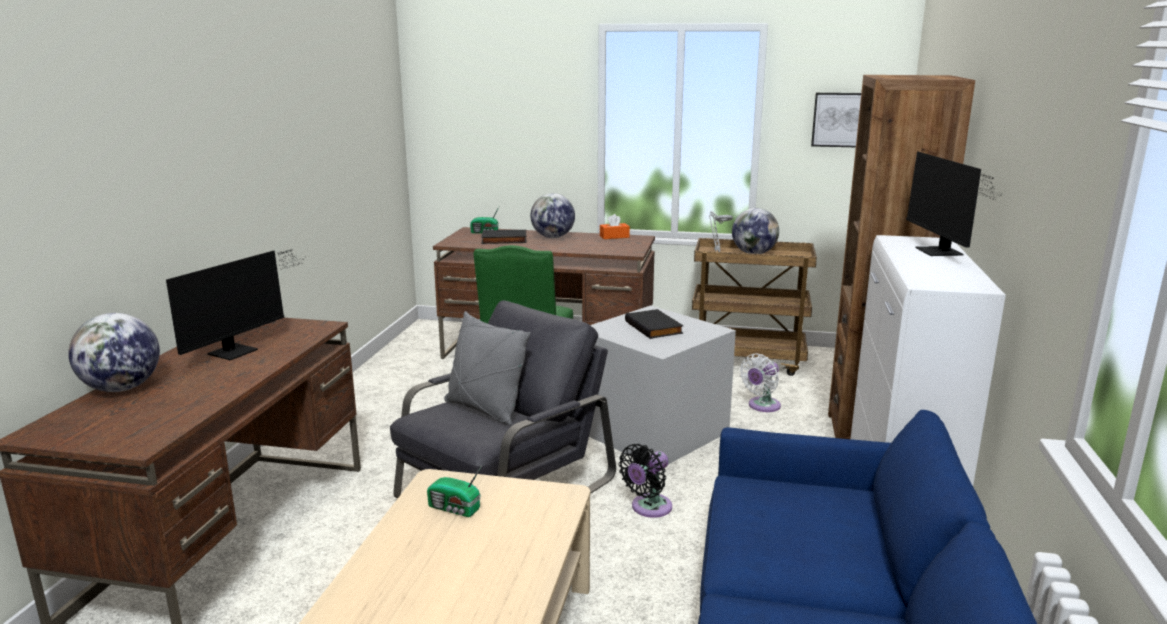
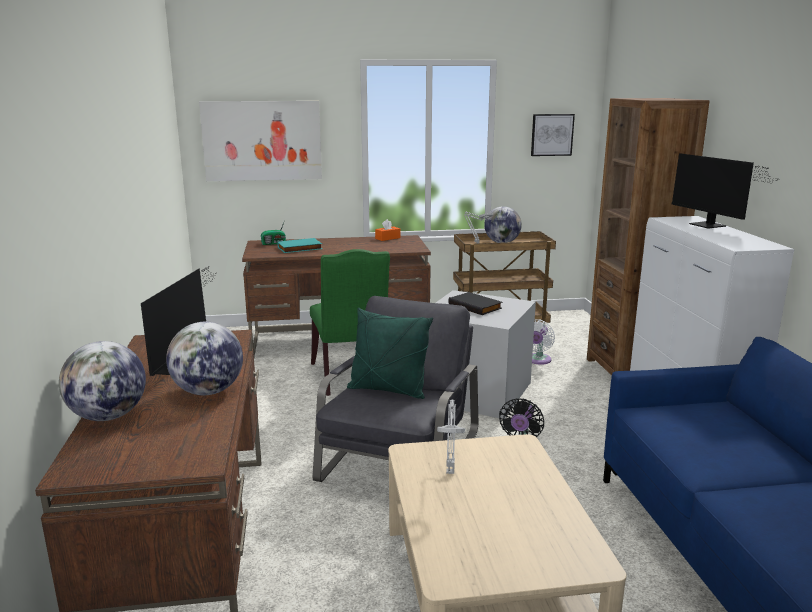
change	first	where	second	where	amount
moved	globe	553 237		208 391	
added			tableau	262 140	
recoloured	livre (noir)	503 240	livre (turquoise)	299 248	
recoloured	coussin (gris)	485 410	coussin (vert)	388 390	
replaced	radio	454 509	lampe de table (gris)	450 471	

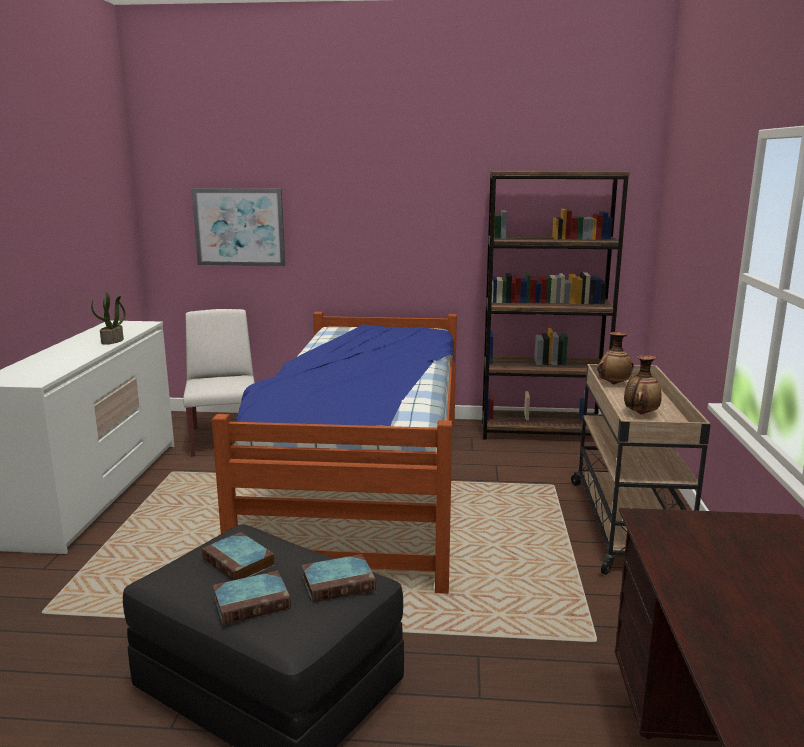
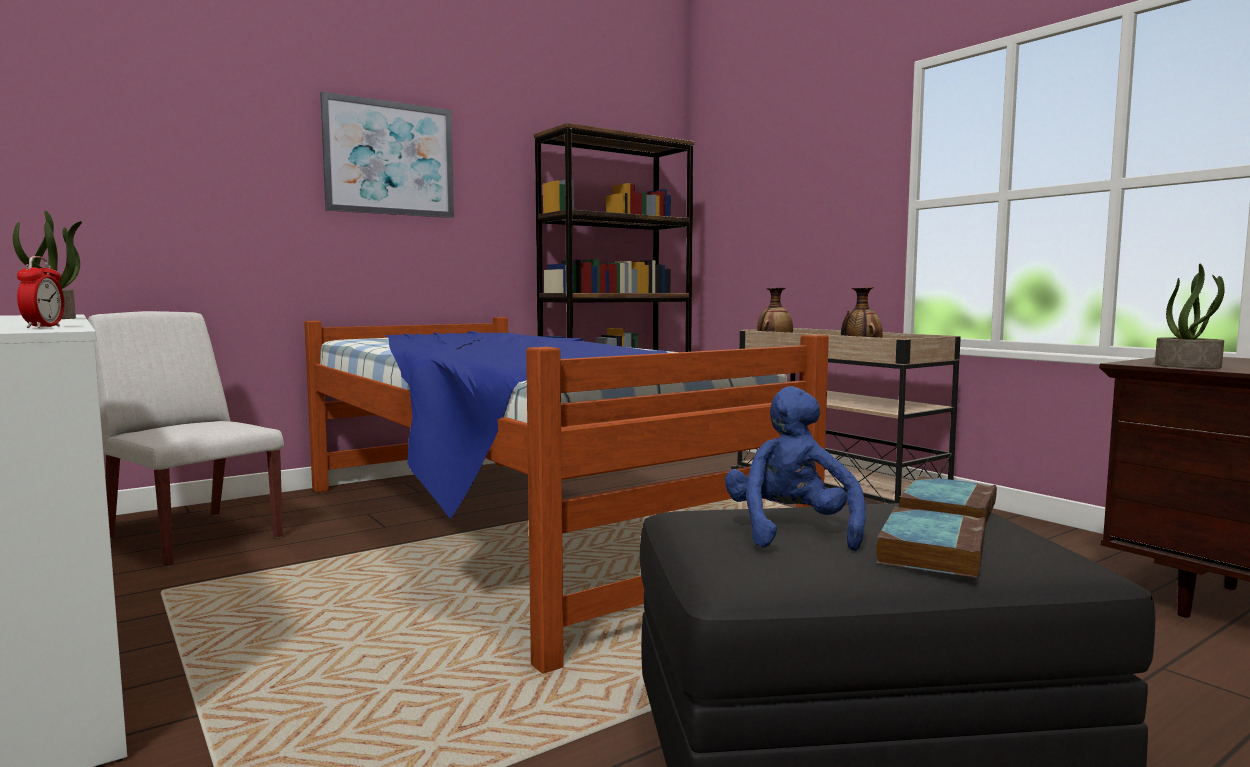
change	first	where	second	where	amount
added			réveil	43 327	
moved	tableau	239 227		389 158	
replaced	livre	240 562	peluche (bleu)	790 531	
added			plante en pot	1188 366	

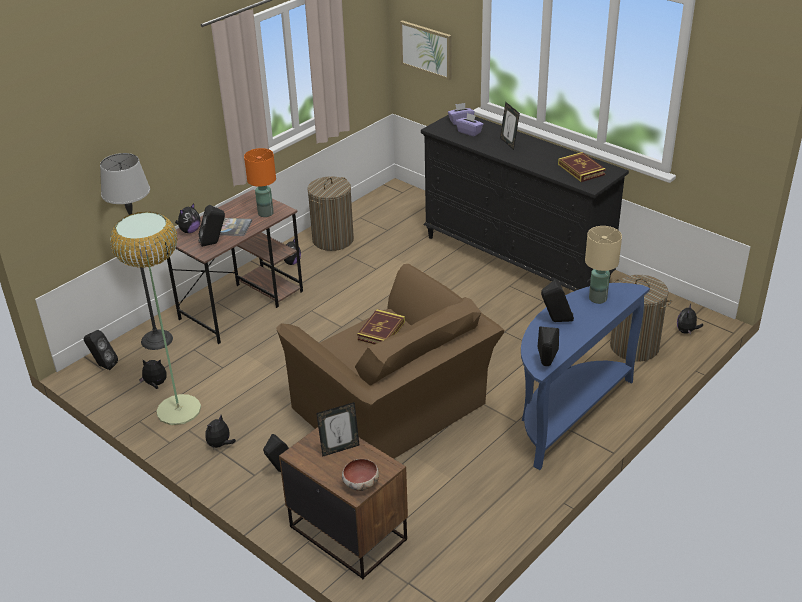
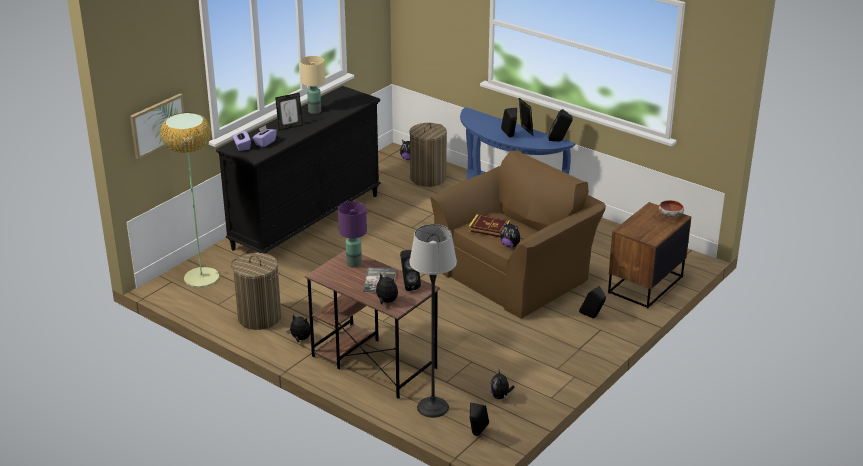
change	first	where	second	where	amount
moved	lampadaire	179 410		201 277	
moved	lampe de table (beige)	598 298		314 111	
recoloured	lampe de table (orange)	266 213	lampe de table (violet)	354 263	
moved	peluche	220 445		510 245	
moved	cadre photo	340 448		525 131	
removed	livre	581 169			

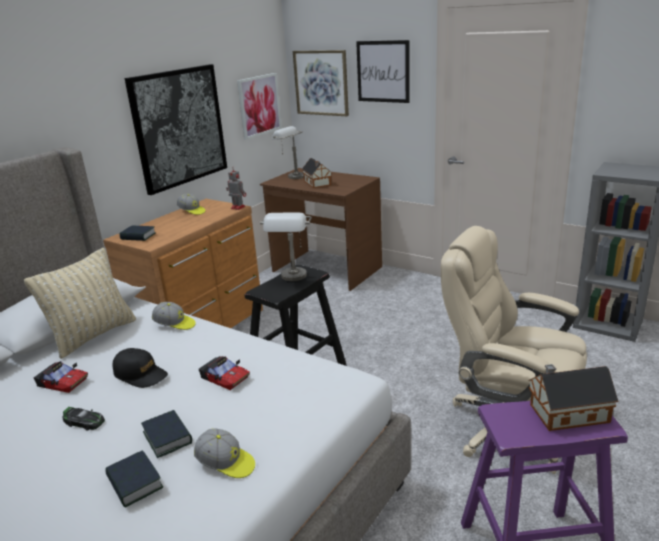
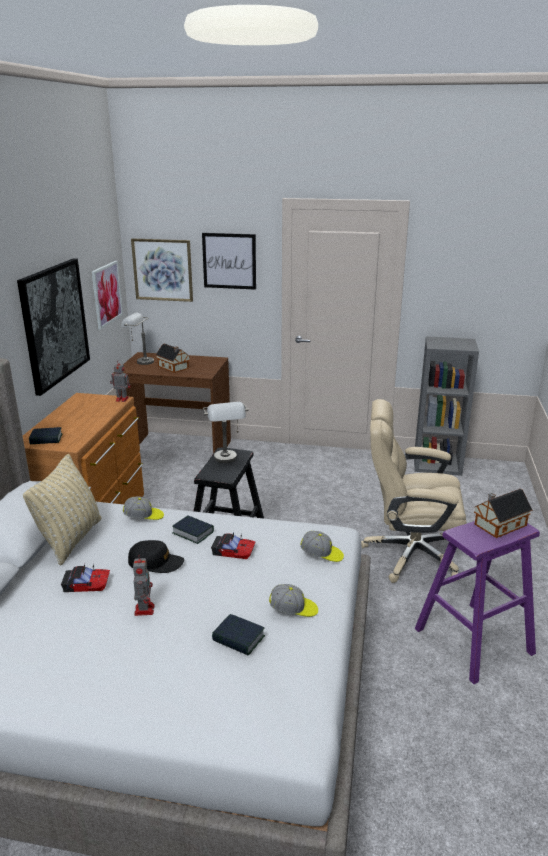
change	first	where	second	where	amount
replaced	petite voiture	84 422	robot jouet	144 609	
moved	livre	167 437		193 532	
moved	casquette	192 211		322 554	

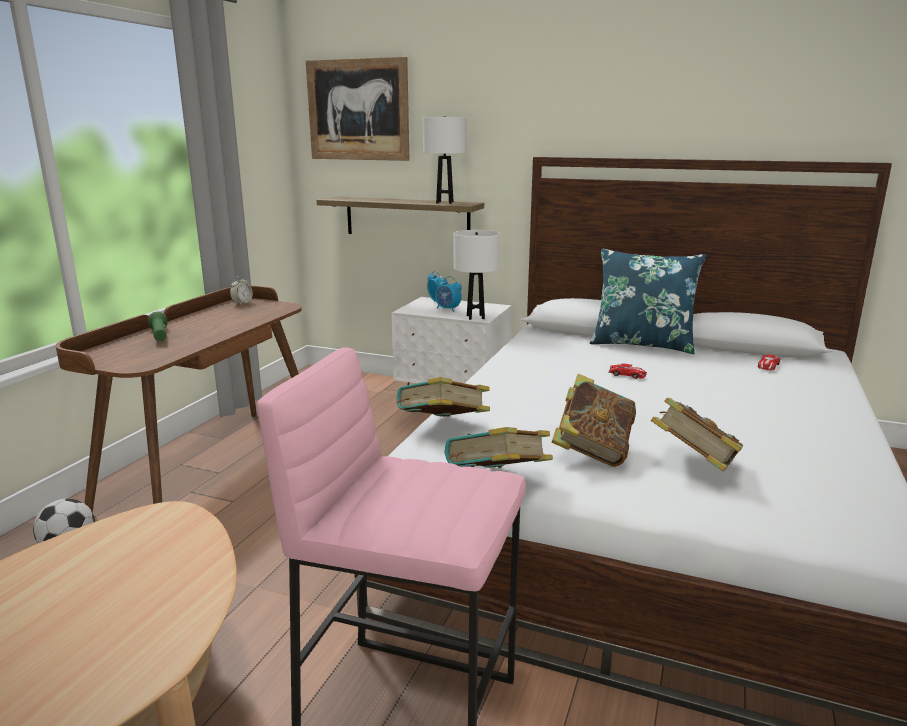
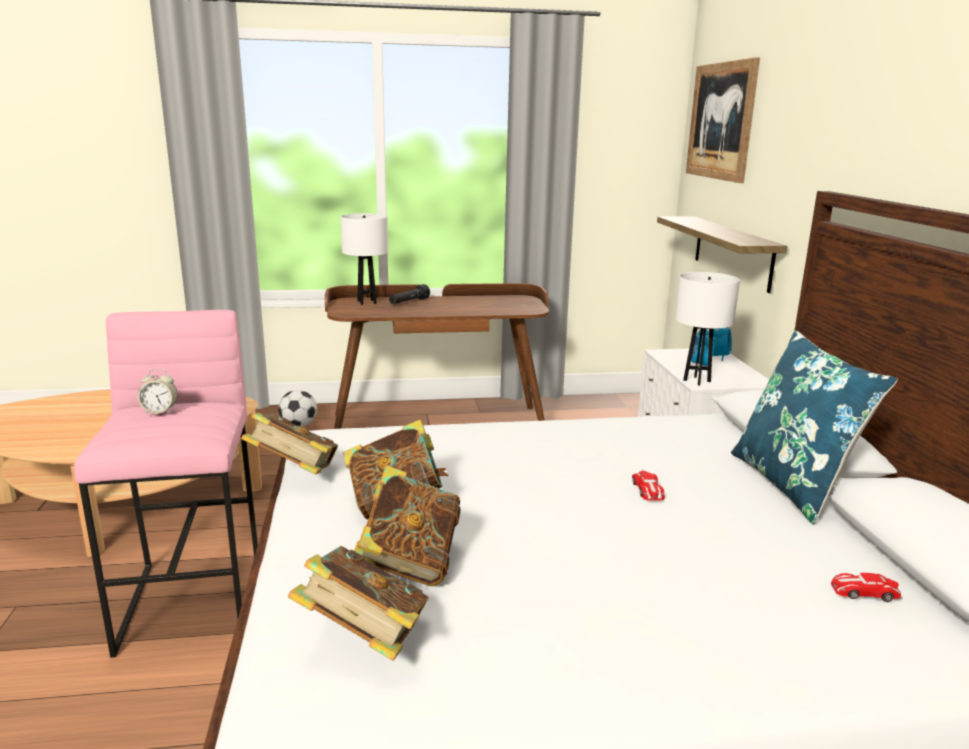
change	first	where	second	where	amount
moved	réveil	242 303		160 411	
moved	livre	442 428		364 639	
moved	lampe de table (blanc)	444 202		366 302	
recoloured	lampe de poche (vert)	160 336	lampe de poche (noir)	409 302	

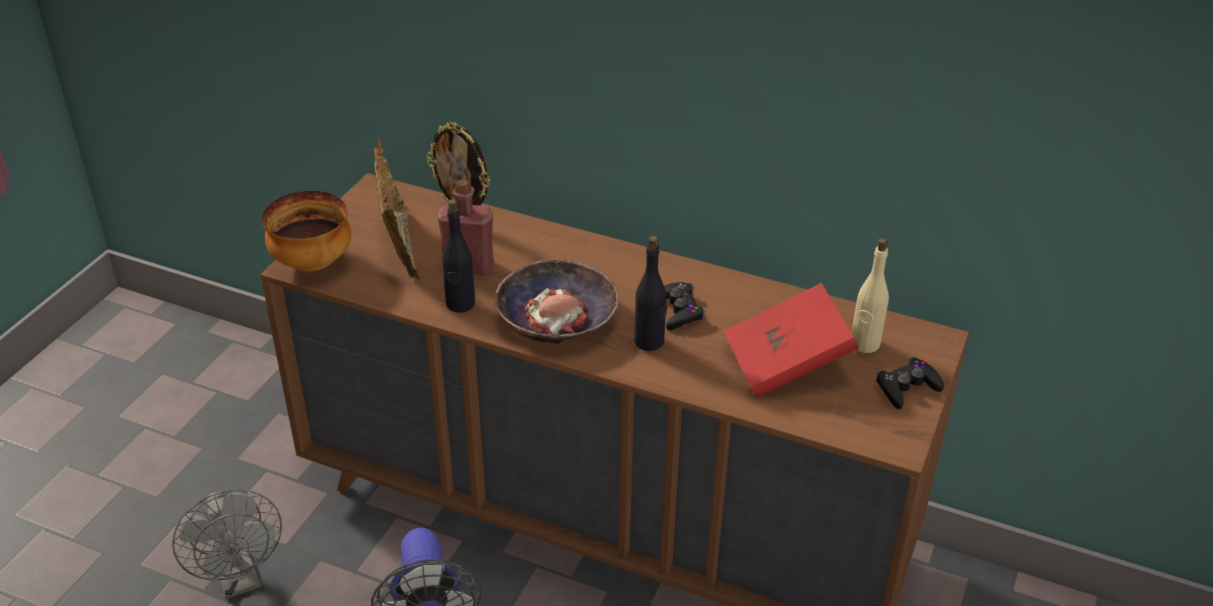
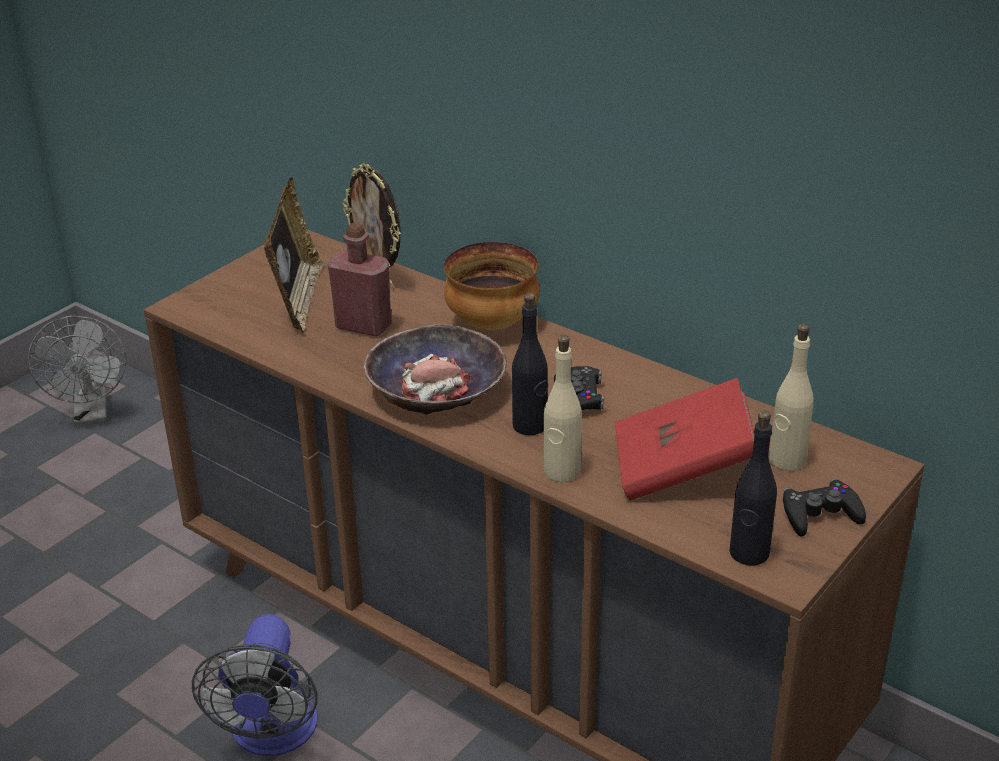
change	first	where	second	where	amount
moved	ventilateur (gris)	240 580		92 414	
moved	bol	312 262		491 323	
added			bouteille (beige)	561 471	
moved	bouteille (noir)	460 304		749 553	

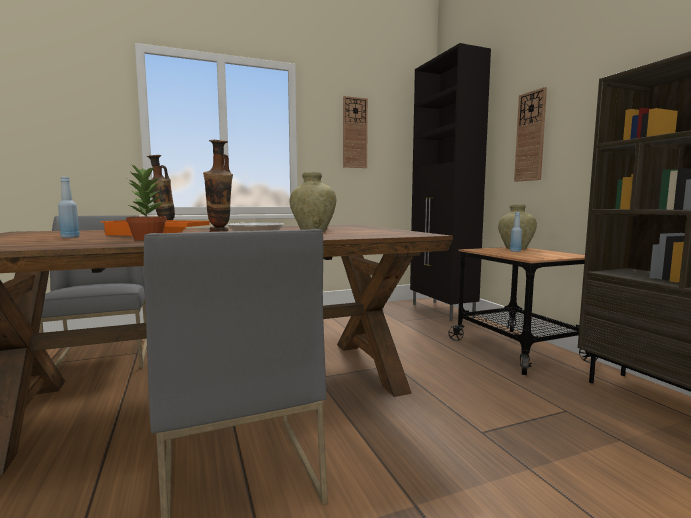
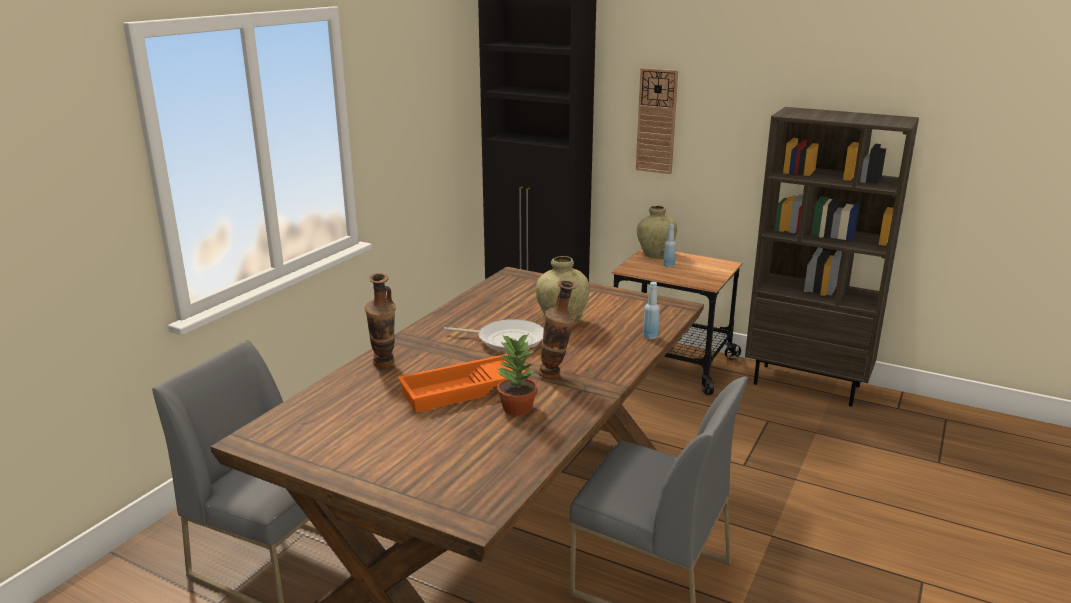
change	first	where	second	where	amount
moved	bouteille (bleu)	70 237		650 337	
removed	horloge murale	355 133			

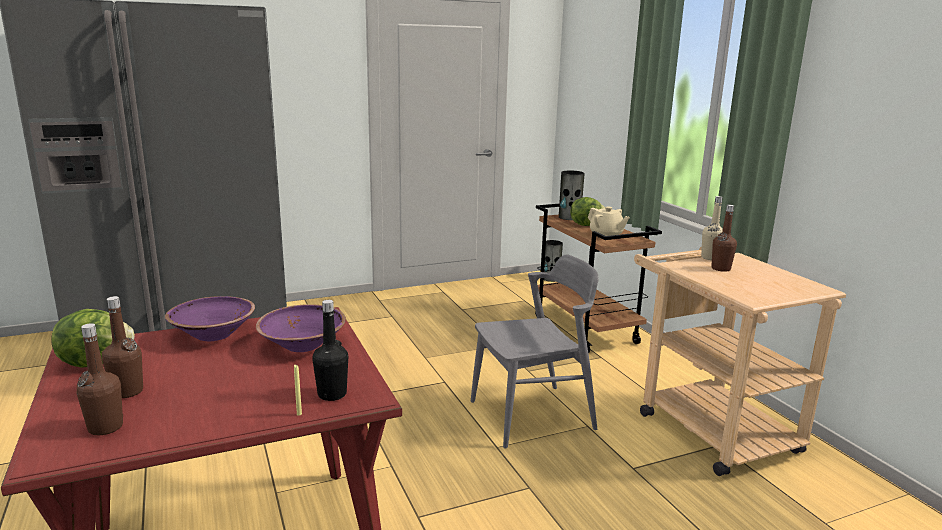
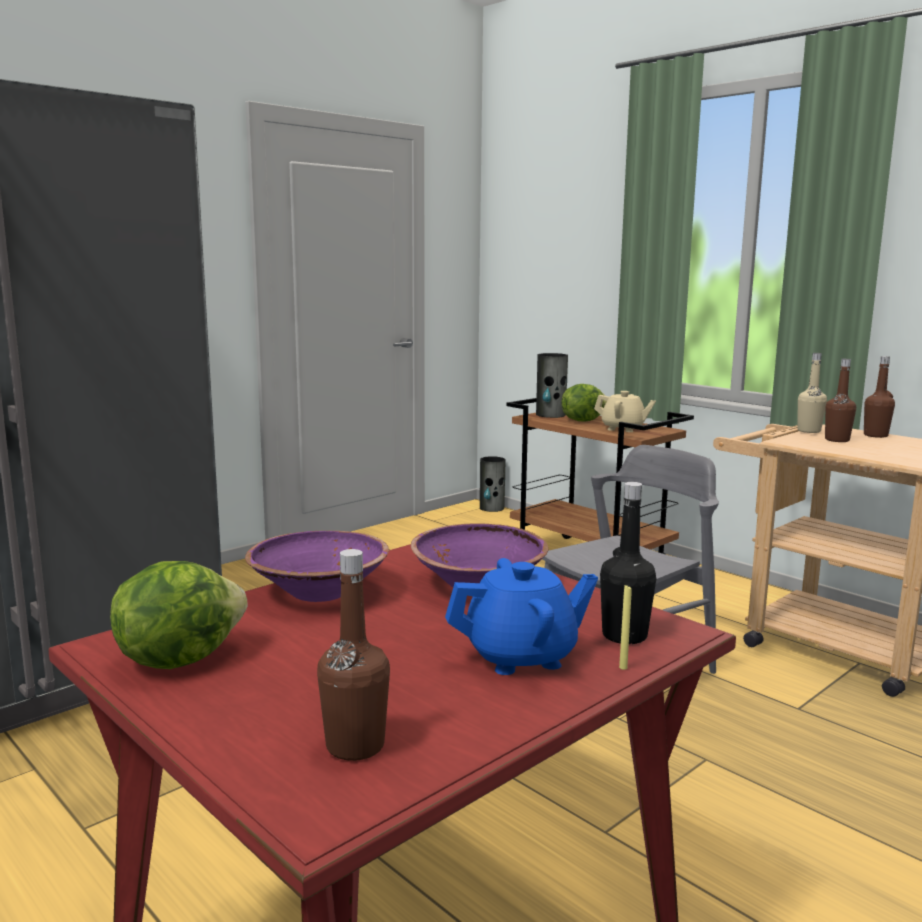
change	first	where	second	where	amount
added			théière (bleu)	521 656	
moved	bouteille (marron)	127 392		875 435	

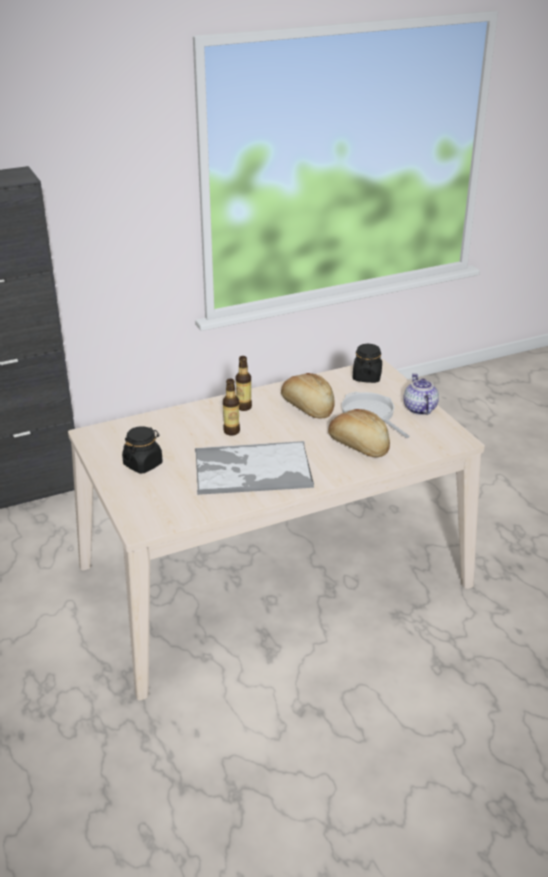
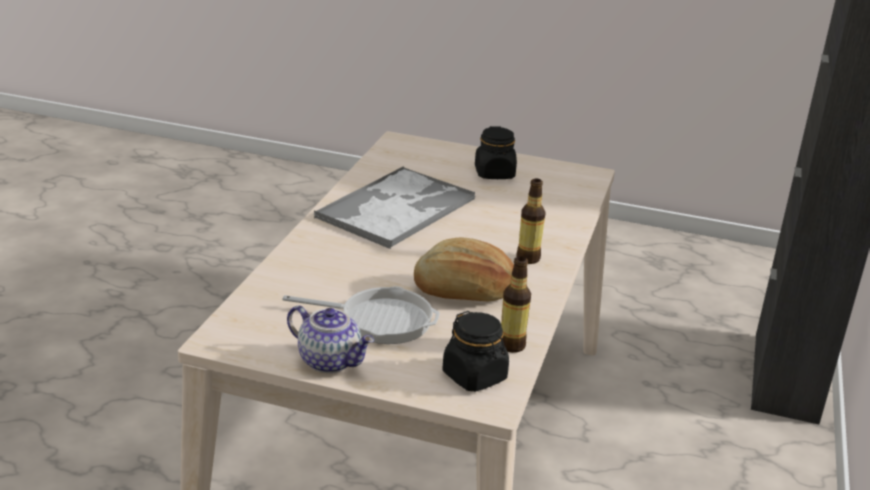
change	first	where	second	where	amount
moved	bouteille	231 431		511 345	
removed	pain	358 446			

